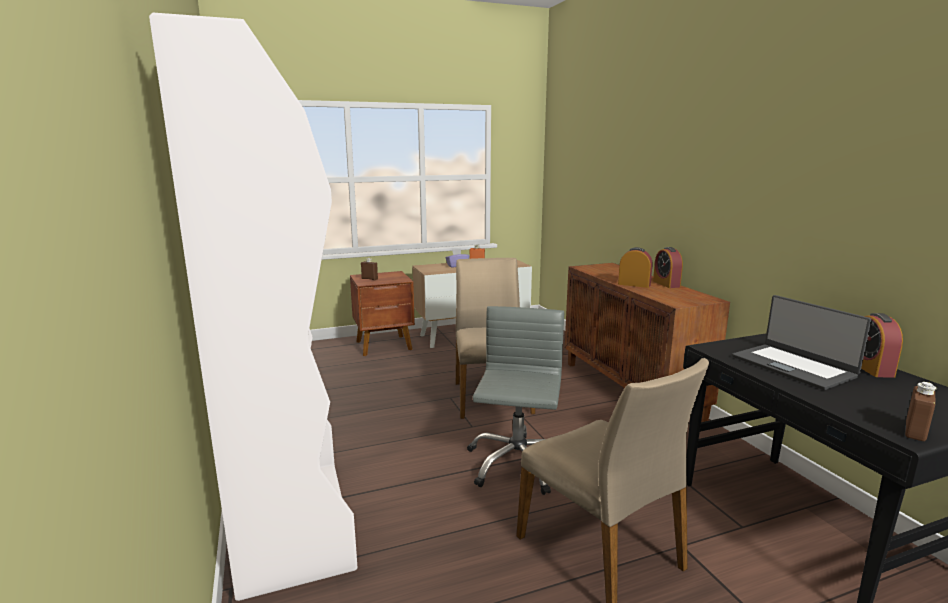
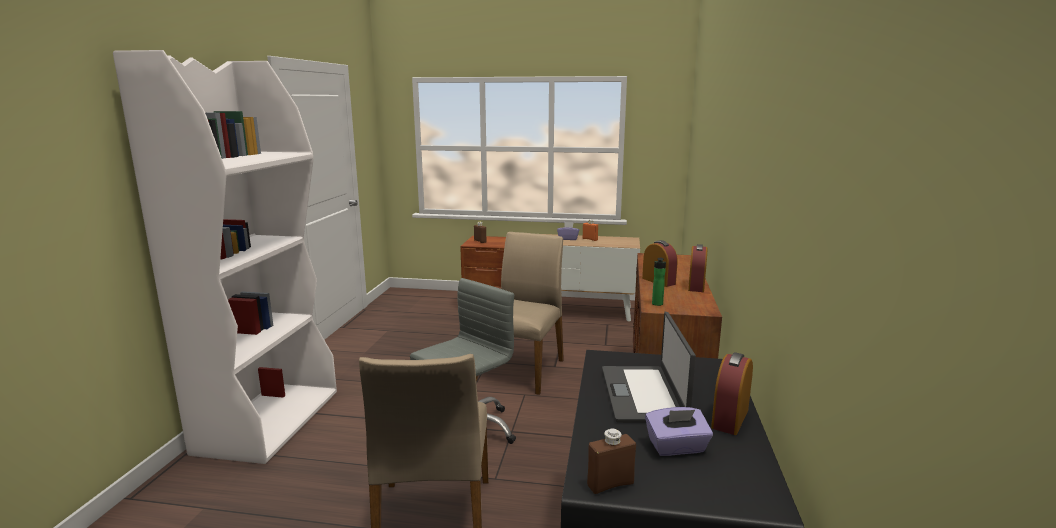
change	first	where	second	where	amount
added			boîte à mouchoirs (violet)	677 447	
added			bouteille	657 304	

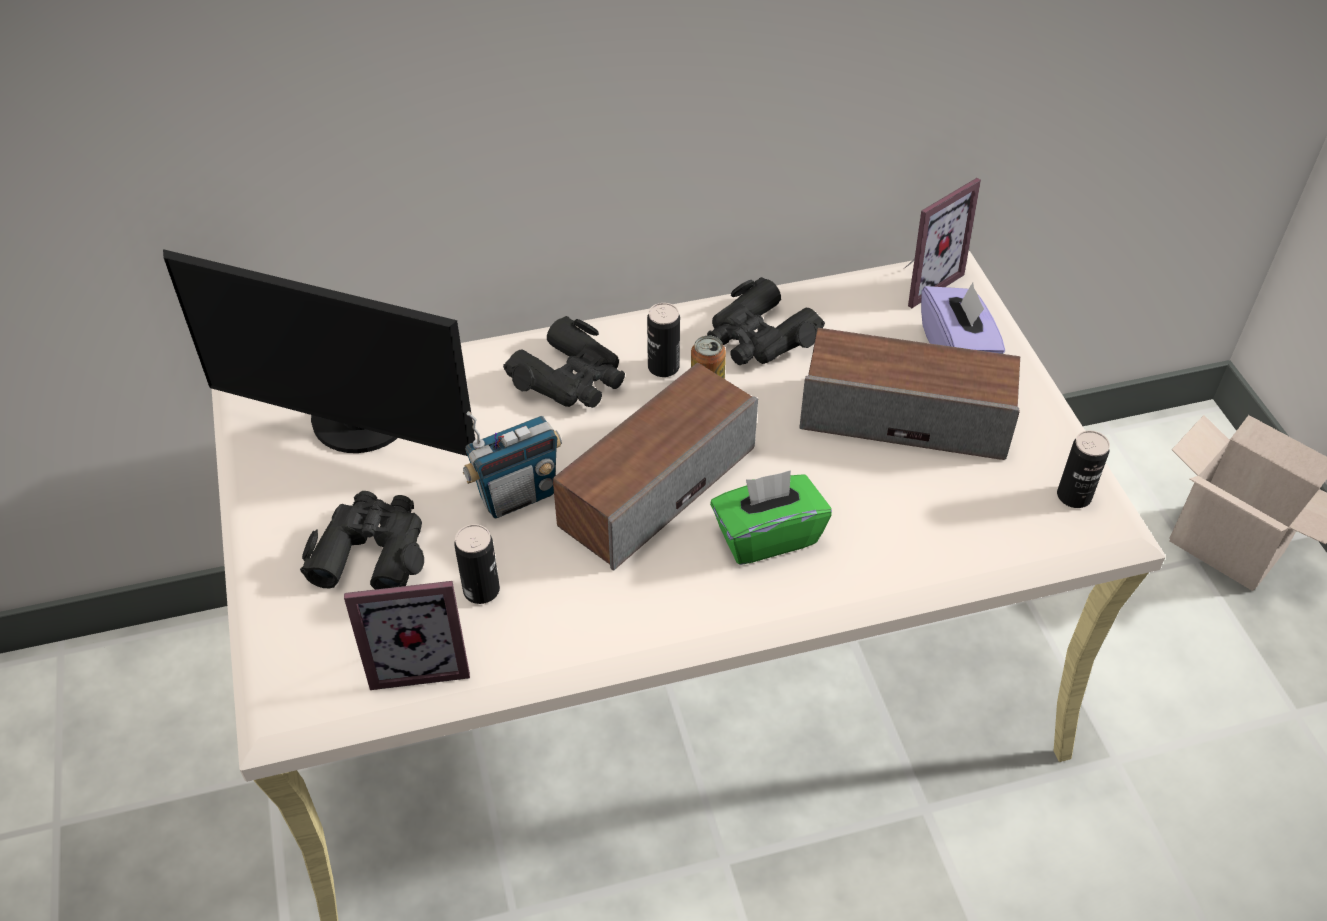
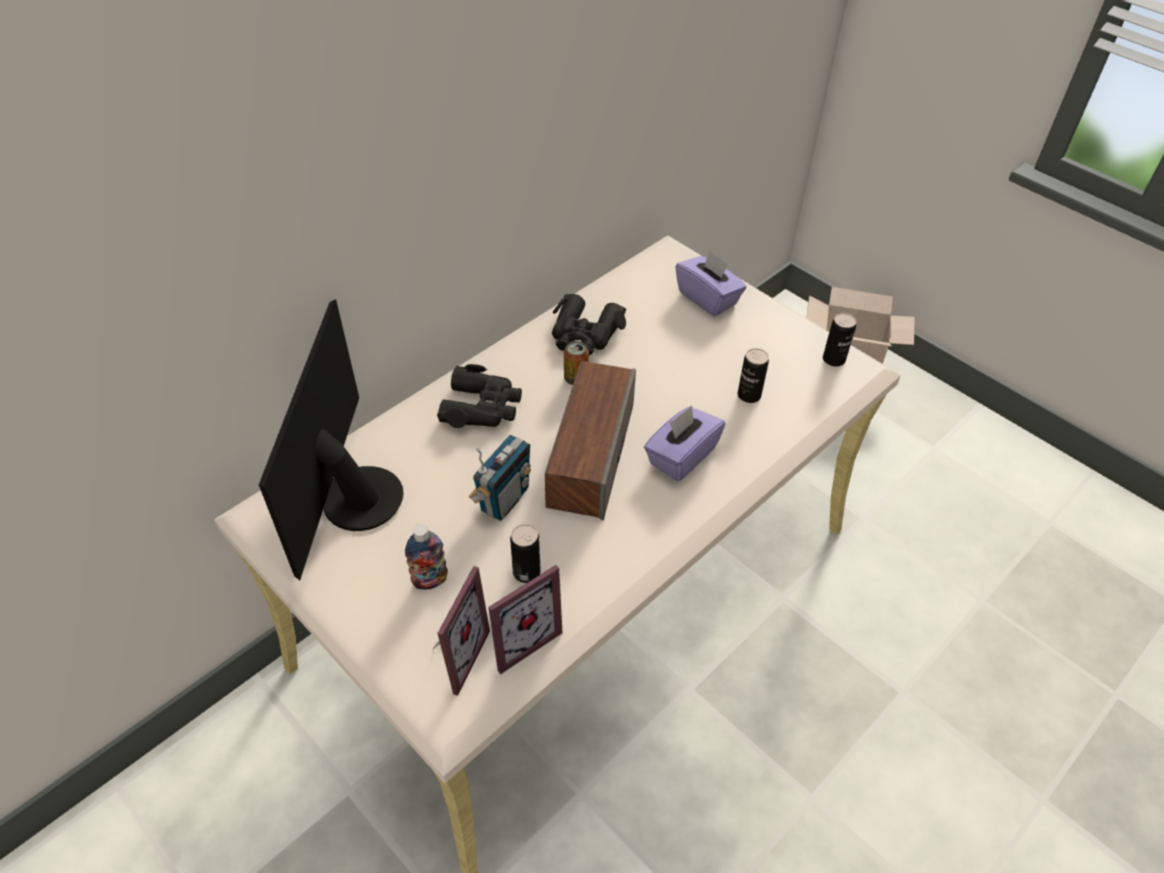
change	first	where	second	where	amount
turned	écran d'ordinateur	357 424		353 499	105 degrees clockwise
replaced	jumelles (noir)	371 551	bouteille	430 580	
moved	cadre photo	921 280		454 655	
recoloured	boîte à mouchoirs (vert)	767 536	boîte à mouchoirs (violet)	681 456	
moved	boîte métallique	663 367		749 395	
removed	enceinte	905 416			

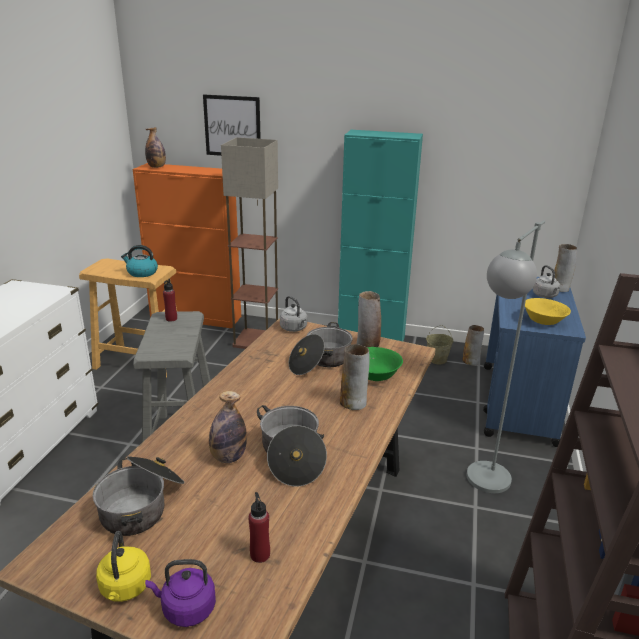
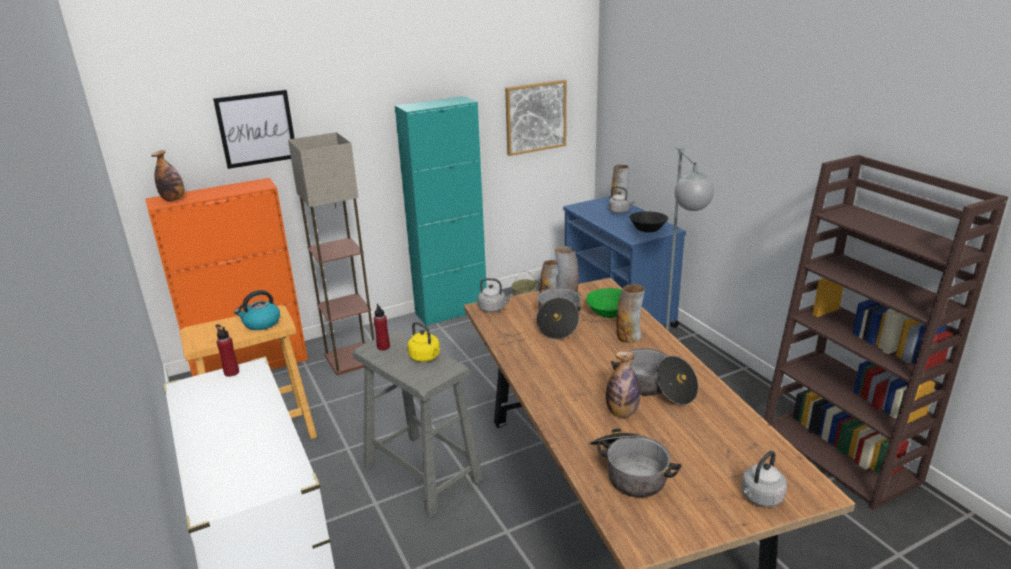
change	first	where	second	where	amount
moved	bouteille (rouge)	260 554		231 372	
moved	bouilloire (jaune)	125 588		426 357	
added			tableau	535 117	
recoloured	bol (jaune)	543 321	bol (noir)	648 230	
recoloured	bouilloire (violet)	186 609	bouilloire (gris)	760 498	

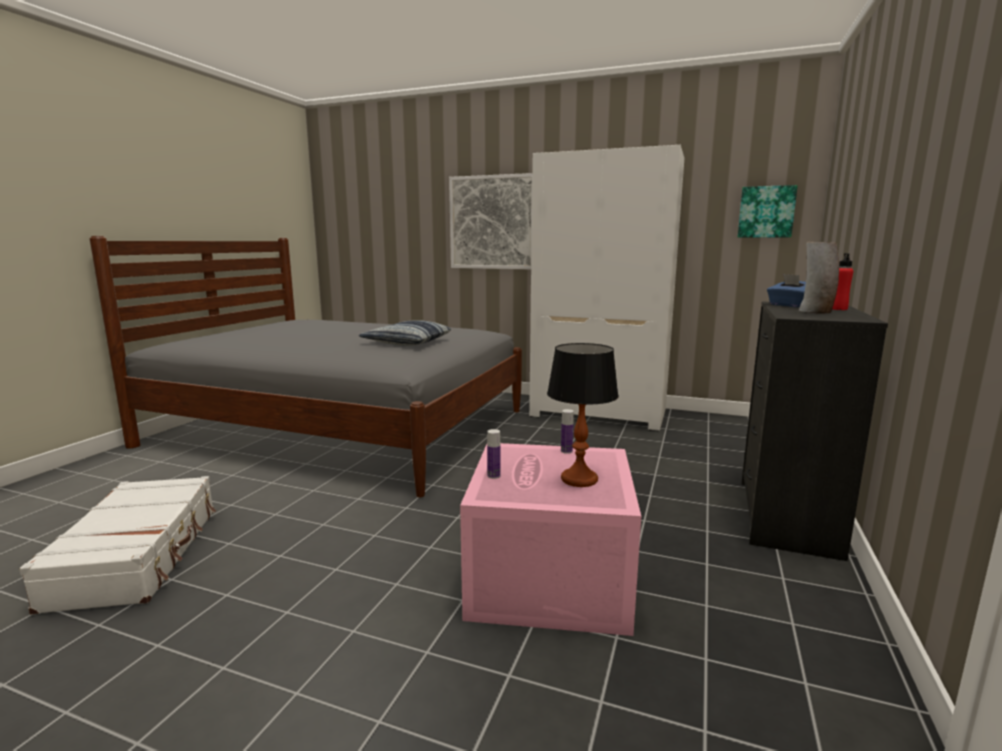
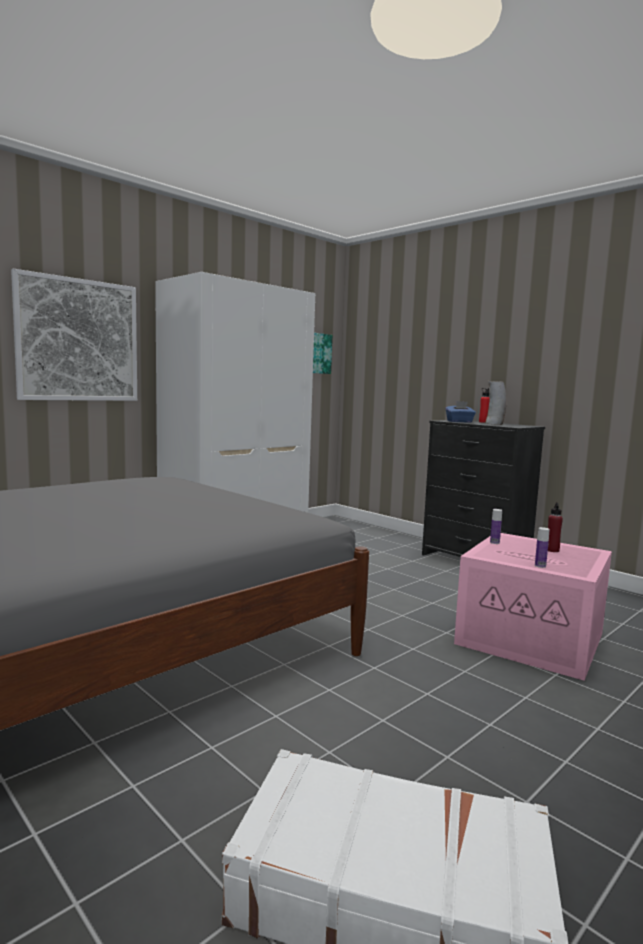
change	first	where	second	where	amount
replaced	lampe de table	578 479	bouteille (rouge)	552 550	
removed	coussin	407 342			

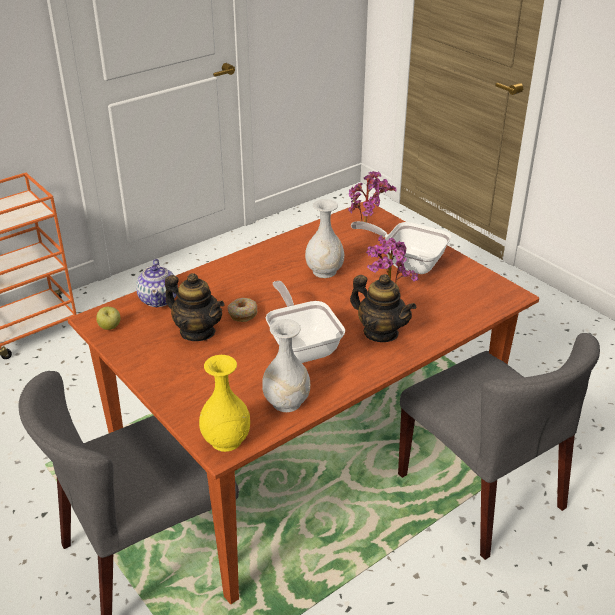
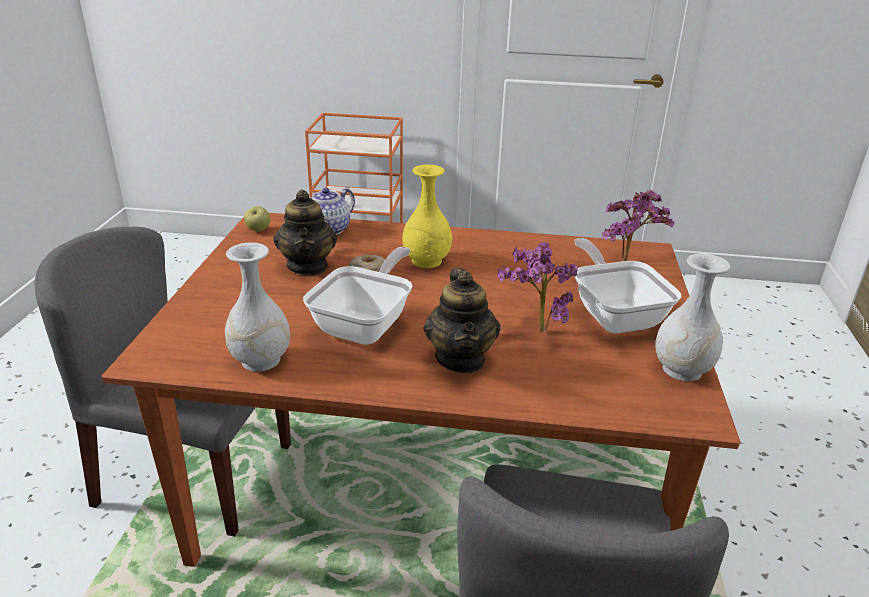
change	first	where	second	where	amount
moved	vase (jaune)	226 441		426 261	
moved	vase (blanc)	325 271		682 370	

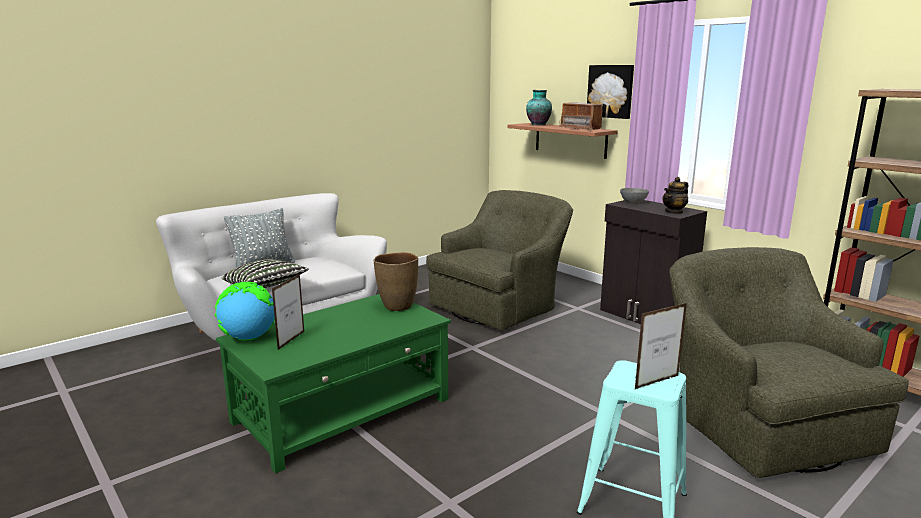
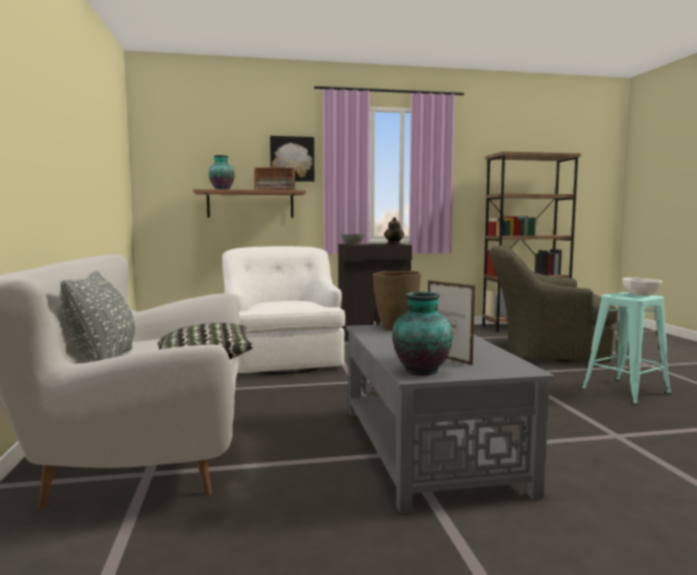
change	first	where	second	where	amount
recoloured	fauteuil (vert)	499 306	fauteuil (blanc)	283 359	
recoloured	table basse (vert)	343 410	table basse (gris)	428 447	
replaced	globe	248 338	vase	421 371	
replaced	cadre photo	657 382	bol (blanc)	639 295	

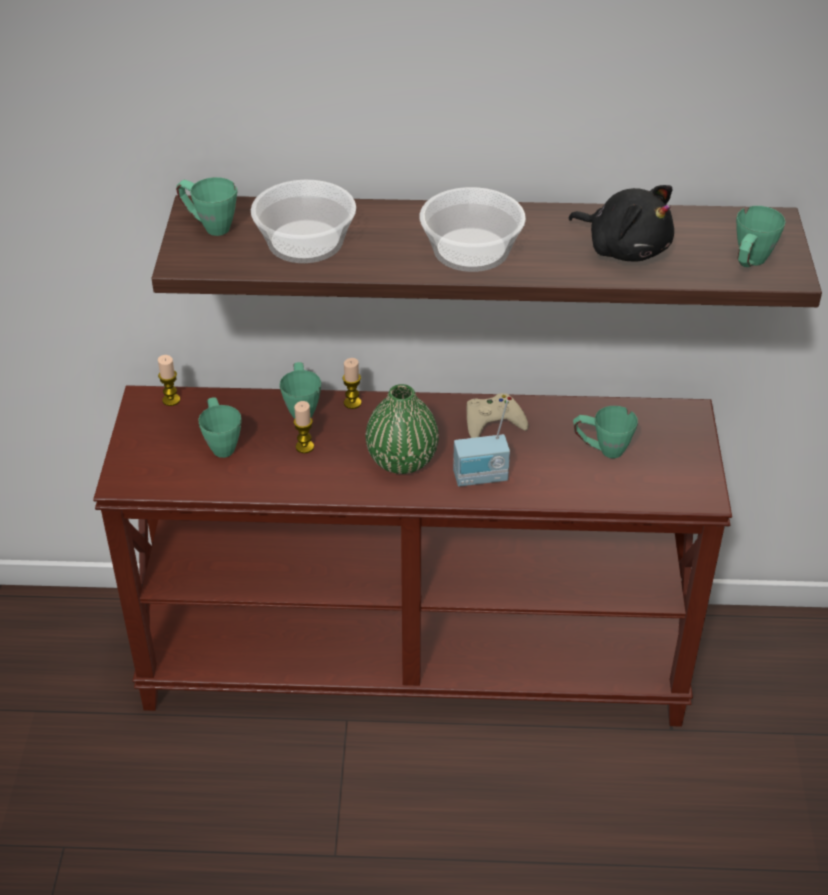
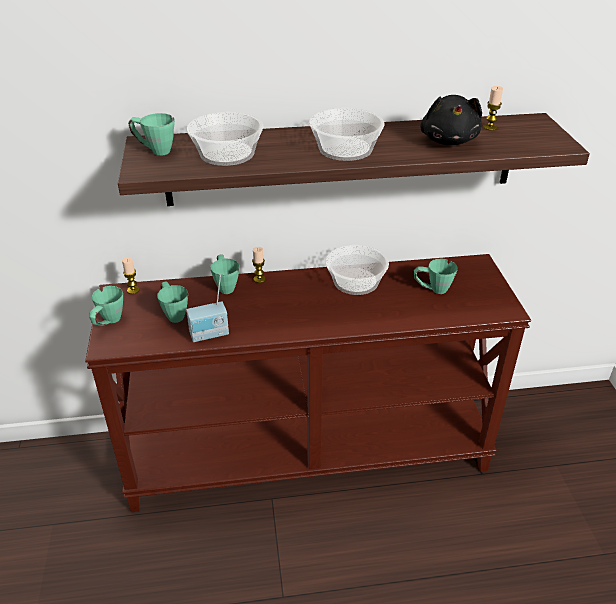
change	first	where	second	where	amount
moved	mug (vert)	749 264		108 323	
moved	radio	481 478		209 335	
replaced	manette (beige)	493 422	bol	356 281	
turned	peluche (noir)	625 248		449 140	60 degrees clockwise
moved	bougie	304 447		490 127	
removed	vase (vert)	402 460			

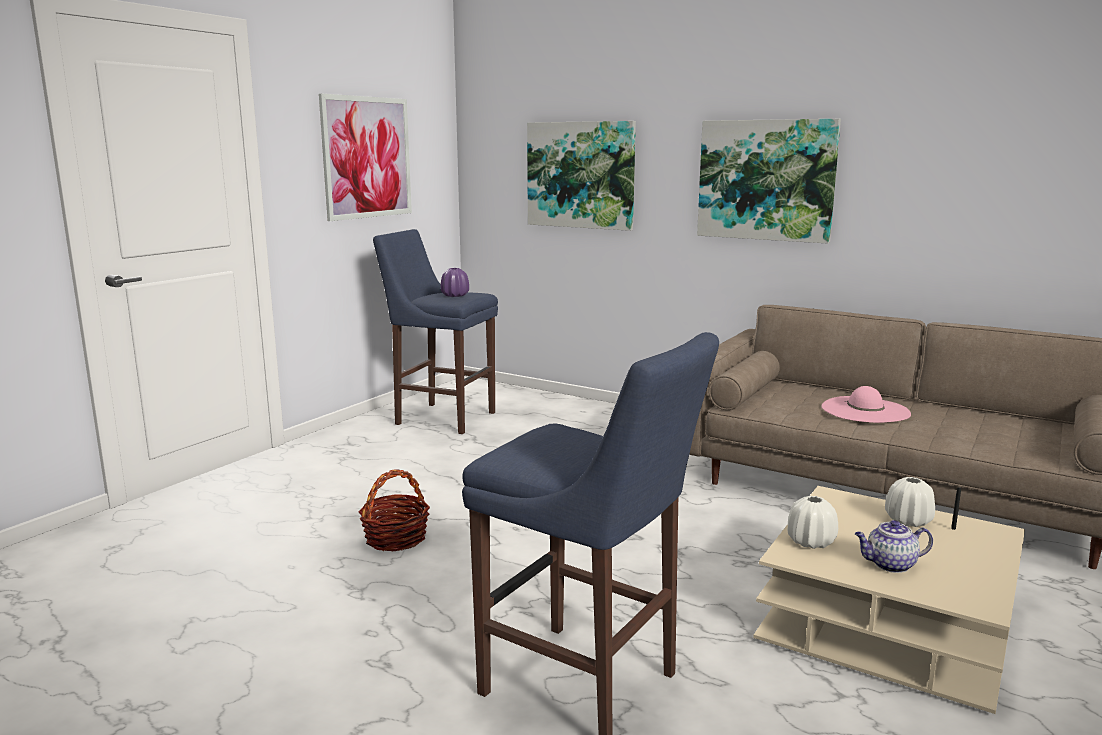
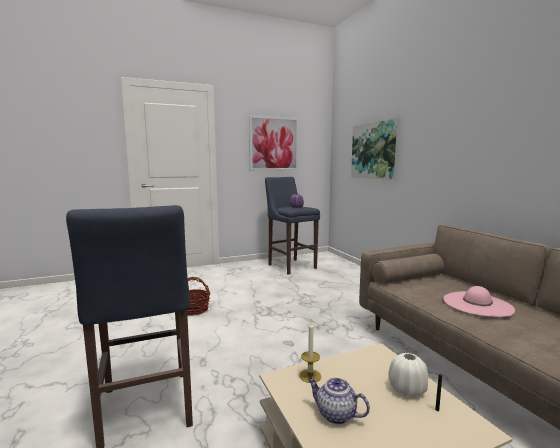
change	first	where	second	where	amount
replaced	vase (blanc)	810 542	bougie	310 376	
removed	tableau	766 180			

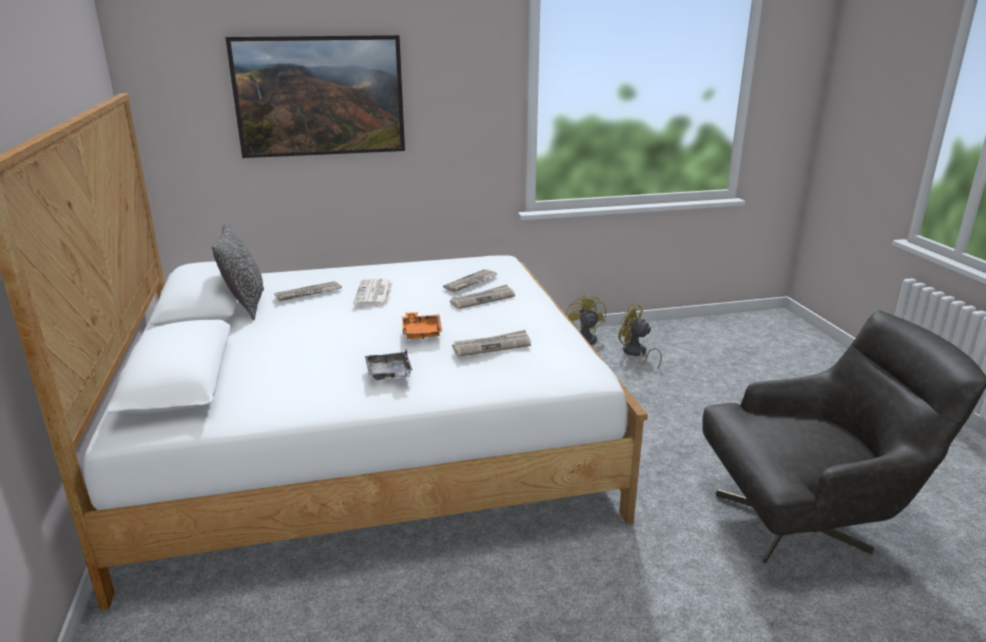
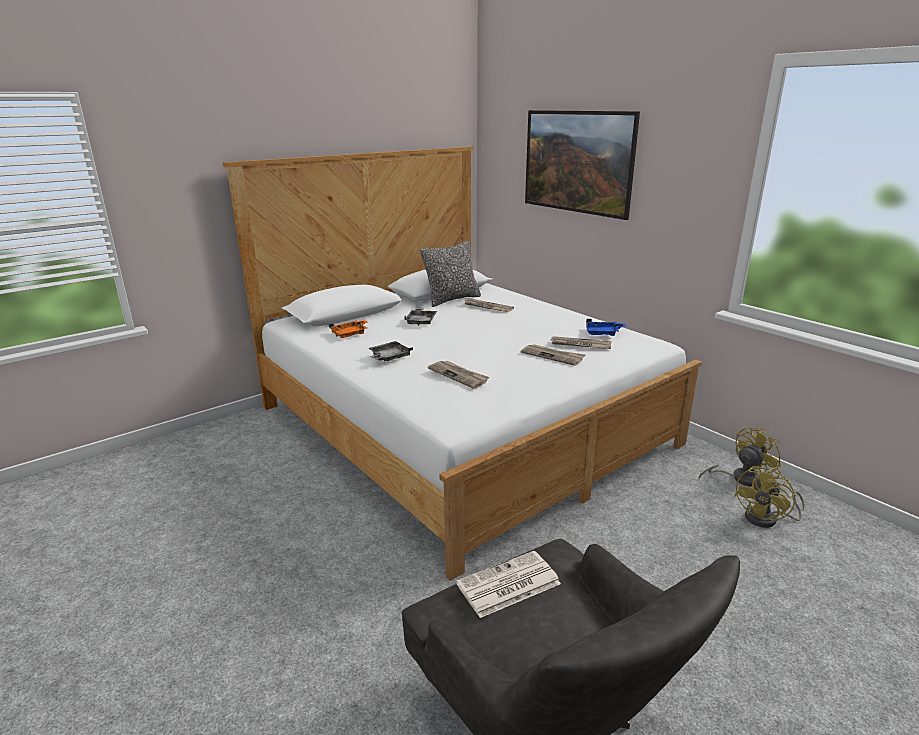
change	first	where	second	where	amount
moved	plateau (orange)	421 332		350 334	
added			plateau (gris)	421 321	
moved	journal	374 294		507 585	
added			plateau (bleu)	603 333	
turned	ventilateur (jaune)	635 353		767 519	150 degrees counterclockwise

